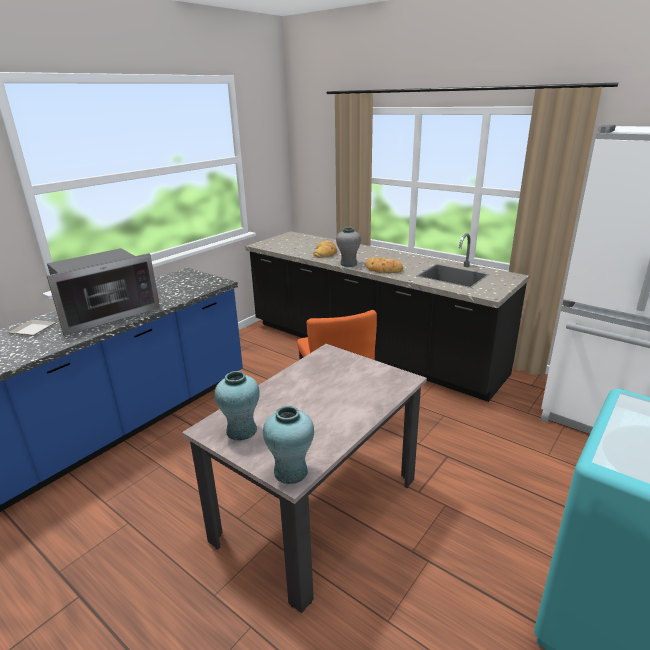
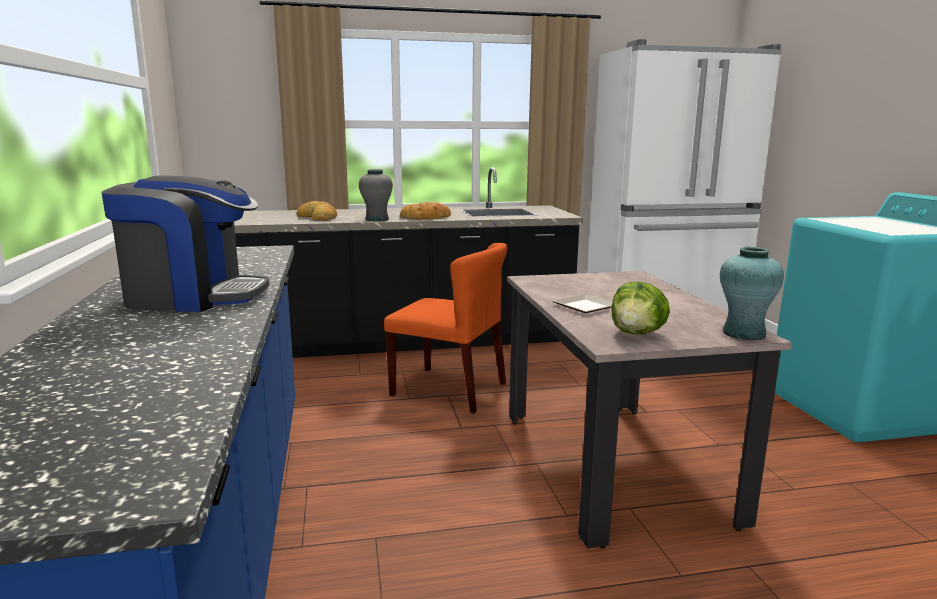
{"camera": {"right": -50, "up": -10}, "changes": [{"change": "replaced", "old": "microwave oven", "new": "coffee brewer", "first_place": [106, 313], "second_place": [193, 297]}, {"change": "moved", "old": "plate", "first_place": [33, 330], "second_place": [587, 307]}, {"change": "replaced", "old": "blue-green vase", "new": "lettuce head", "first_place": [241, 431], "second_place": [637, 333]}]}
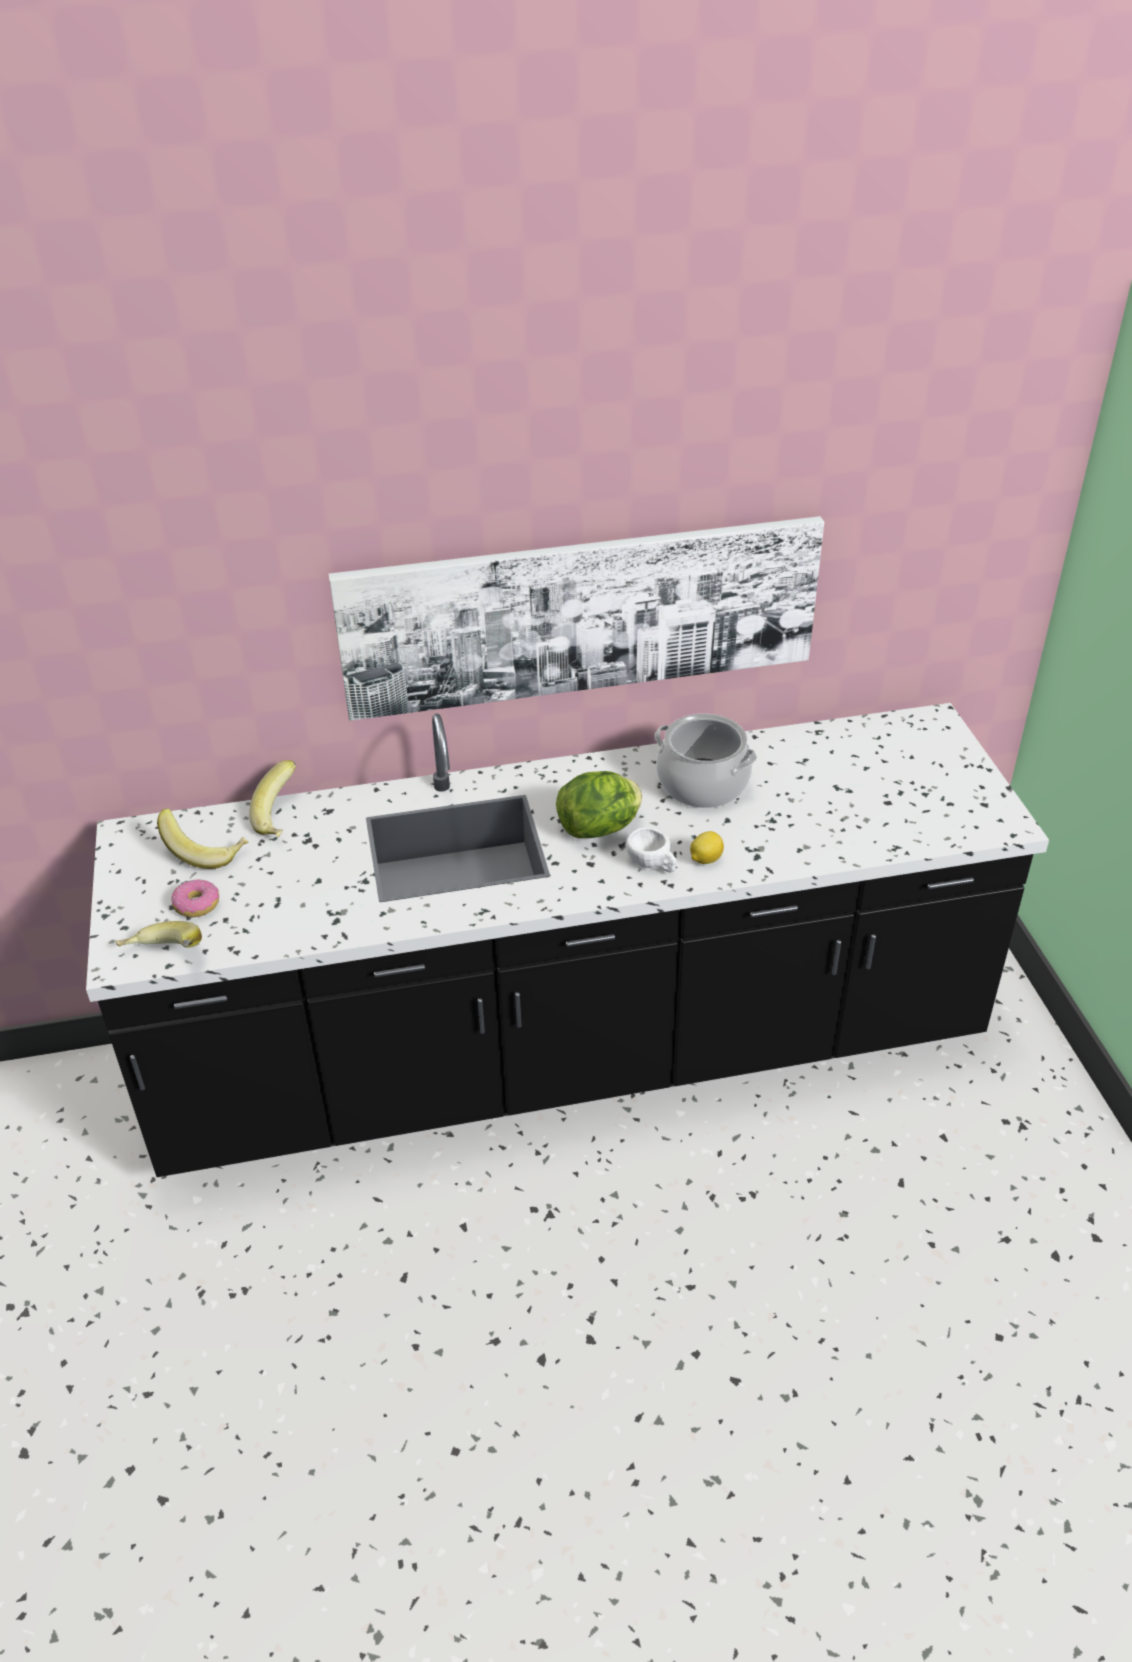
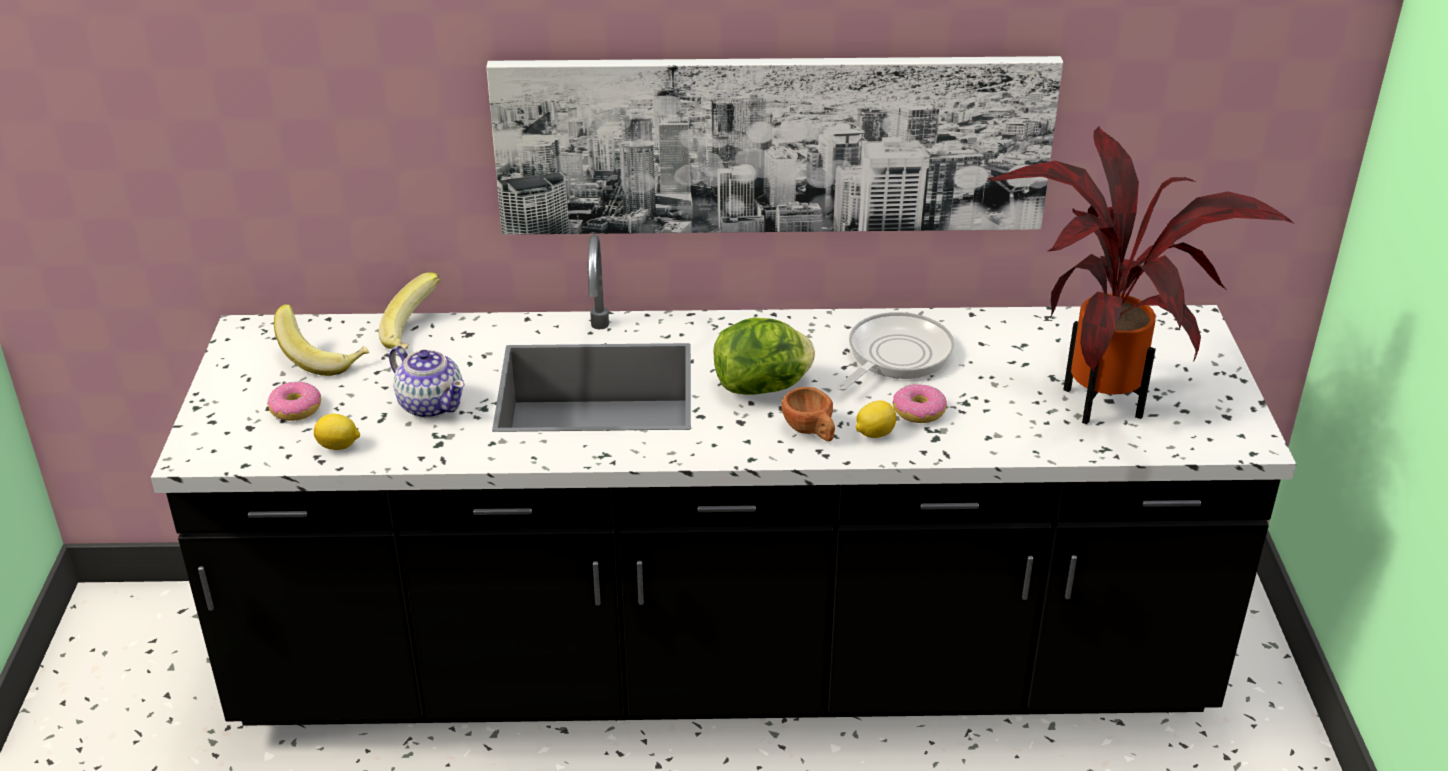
{"camera": {"right": 10, "up": -5}, "changes": [{"change": "added", "new": "citrus fruit", "second_place": [339, 446]}, {"change": "added", "new": "pot for tea", "second_place": [431, 404]}, {"change": "recoloured", "old": "white small cup", "new": "brown-coloured small cup", "first_place": [652, 864], "second_place": [811, 431]}, {"change": "replaced", "old": "saucepot", "new": "frying pan", "first_place": [702, 784], "second_place": [895, 356]}, {"change": "added", "new": "donut", "second_place": [919, 411]}, {"change": "added", "new": "plant in a pot", "second_place": [1104, 397]}, {"change": "removed", "old": "banana fruit", "first_place": [163, 957]}]}
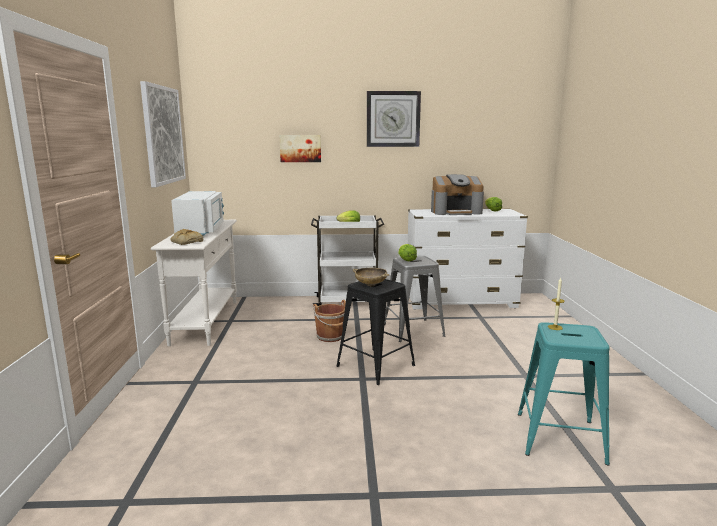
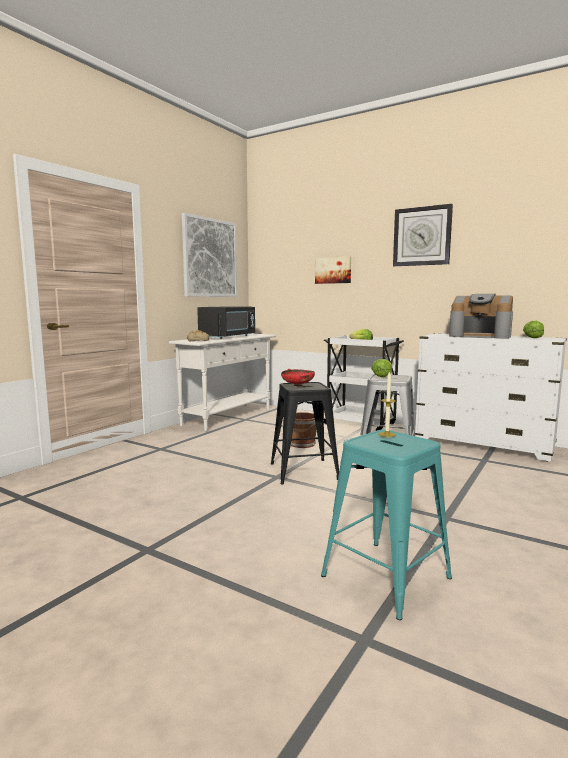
{"camera": {"right": 35, "up": -5}, "changes": [{"change": "recoloured", "old": "white microwave oven", "new": "black microwave oven", "first_place": [201, 230], "second_place": [229, 337]}, {"change": "recoloured", "old": "beige-coloured serving bowl", "new": "red serving bowl", "first_place": [370, 285], "second_place": [297, 385]}]}
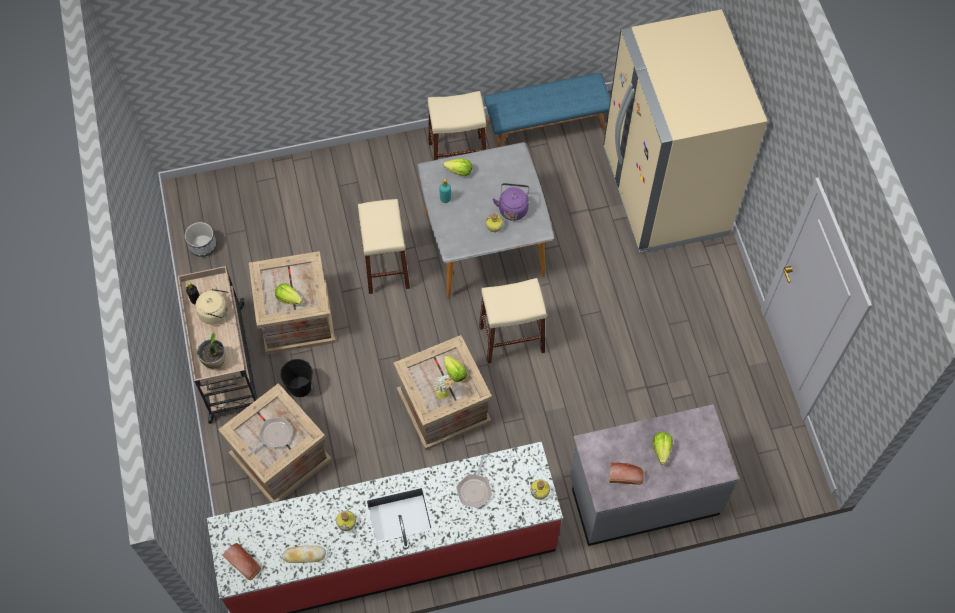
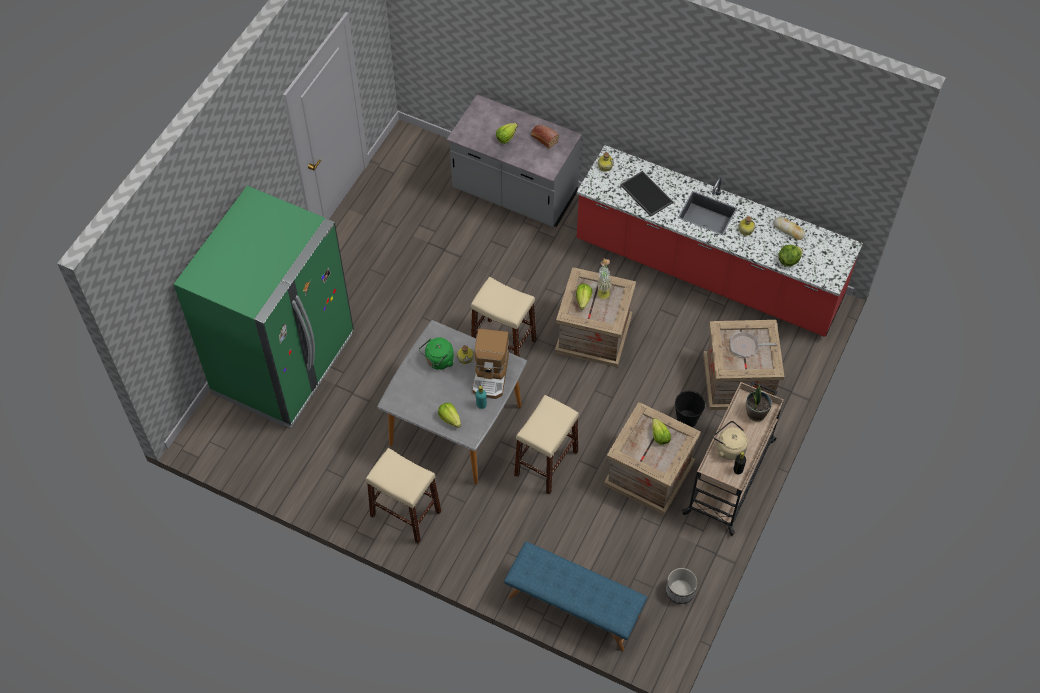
{"camera": {"right": -140, "up": -5}, "changes": [{"change": "recoloured", "old": "beige-coloured kitchen fridge", "new": "green kitchen fridge", "first_place": [664, 193], "second_place": [284, 364]}, {"change": "recoloured", "old": "purple tea kettle", "new": "green tea kettle", "first_place": [513, 208], "second_place": [438, 361]}, {"change": "added", "new": "coffee brewer", "second_place": [491, 375]}, {"change": "moved", "old": "blue-coloured indoor bench", "first_place": [546, 125], "second_place": [573, 607]}, {"change": "replaced", "old": "frying pan", "new": "carrying tray", "first_place": [475, 489], "second_place": [645, 194]}, {"change": "added", "new": "lettuce head", "second_place": [788, 260]}, {"change": "removed", "old": "bread", "first_place": [244, 565]}]}
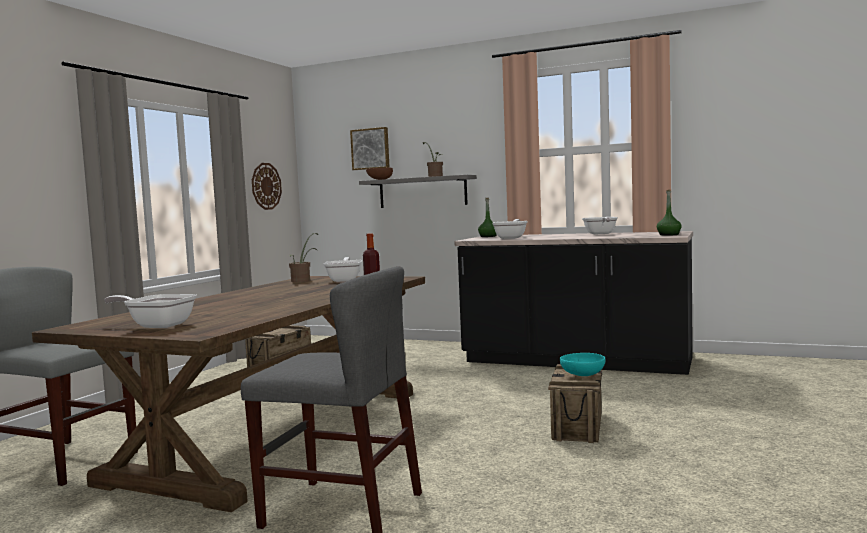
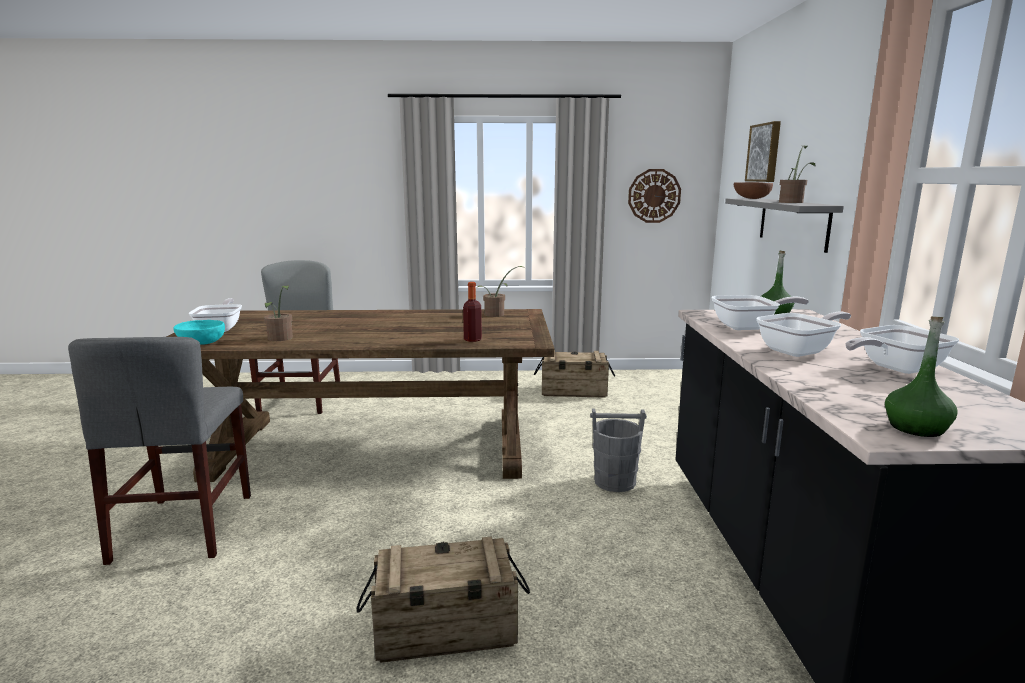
{"camera": {"right": 65, "up": 10}, "changes": [{"change": "moved", "old": "blue-green serving bowl", "first_place": [582, 376], "second_place": [201, 343]}, {"change": "added", "new": "plant in a pot", "second_place": [280, 339]}, {"change": "added", "new": "grey pail", "second_place": [615, 481]}, {"change": "moved", "old": "frying pan", "first_place": [345, 280], "second_place": [800, 351]}]}
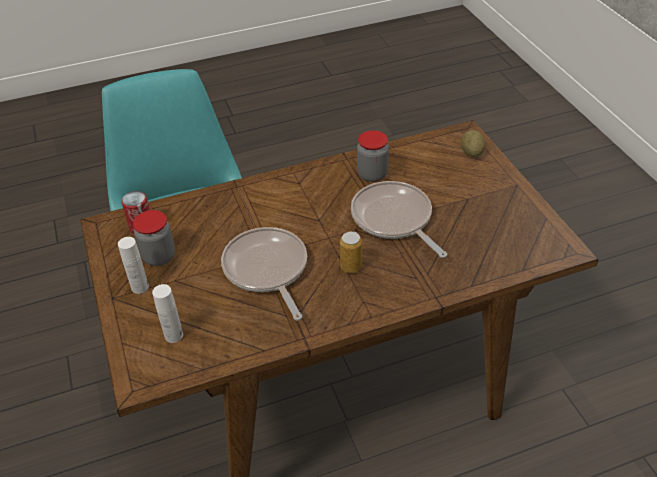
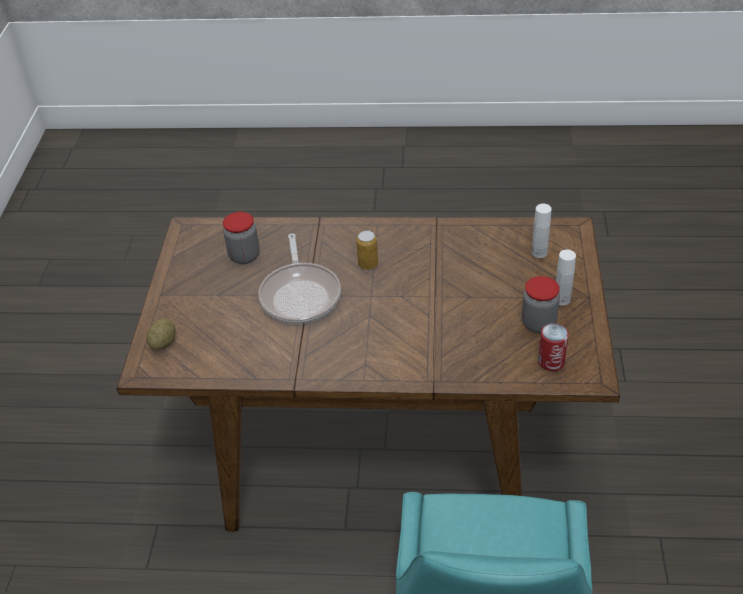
{"camera": {"right": -155, "up": 0}, "changes": [{"change": "moved", "old": "storage jar", "first_place": [372, 174], "second_place": [244, 256]}, {"change": "removed", "old": "frying pan", "first_place": [267, 270]}]}
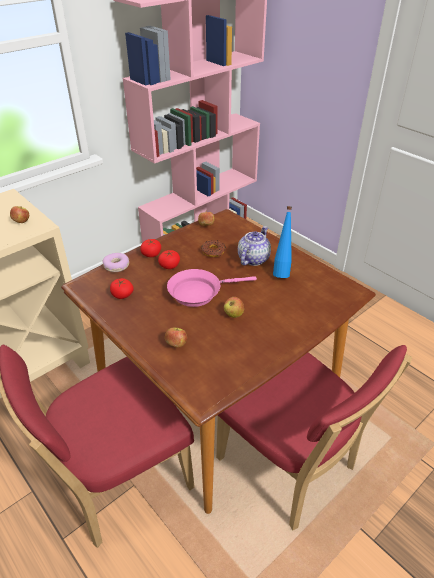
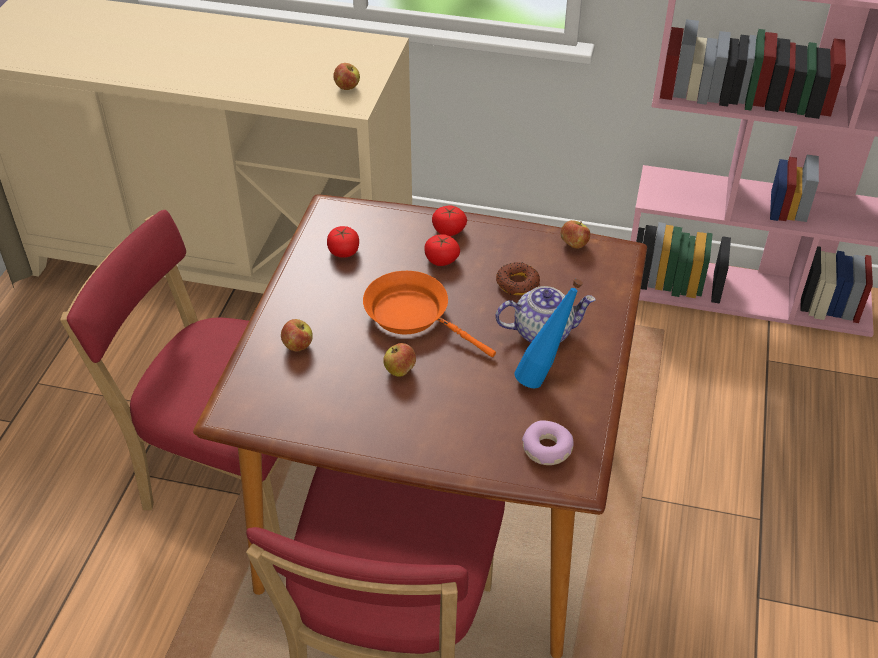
{"camera": {"right": 55, "up": 5}, "changes": [{"change": "recoloured", "old": "pinkish frying pan", "new": "orange-coloured frying pan", "first_place": [199, 292], "second_place": [413, 315]}, {"change": "moved", "old": "donut", "first_place": [116, 266], "second_place": [546, 449]}]}
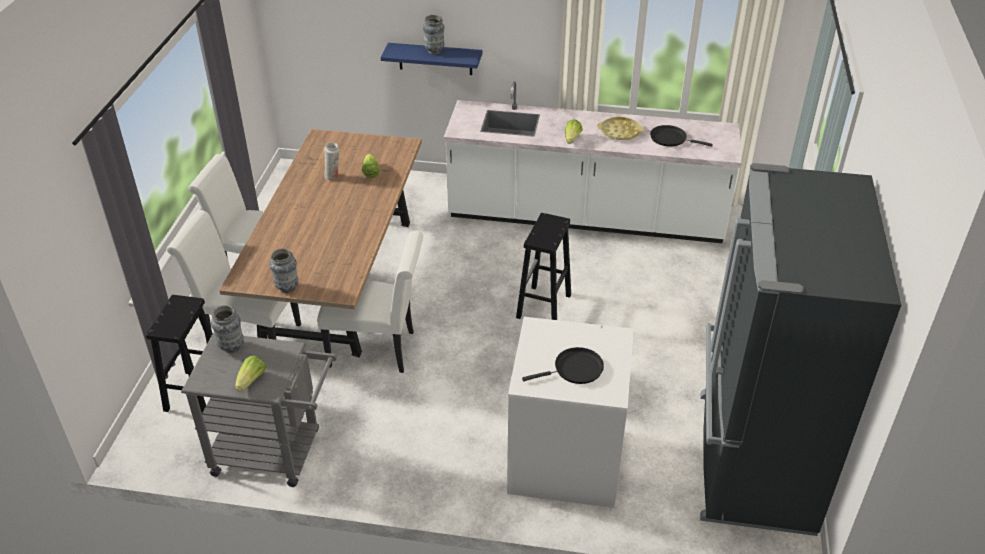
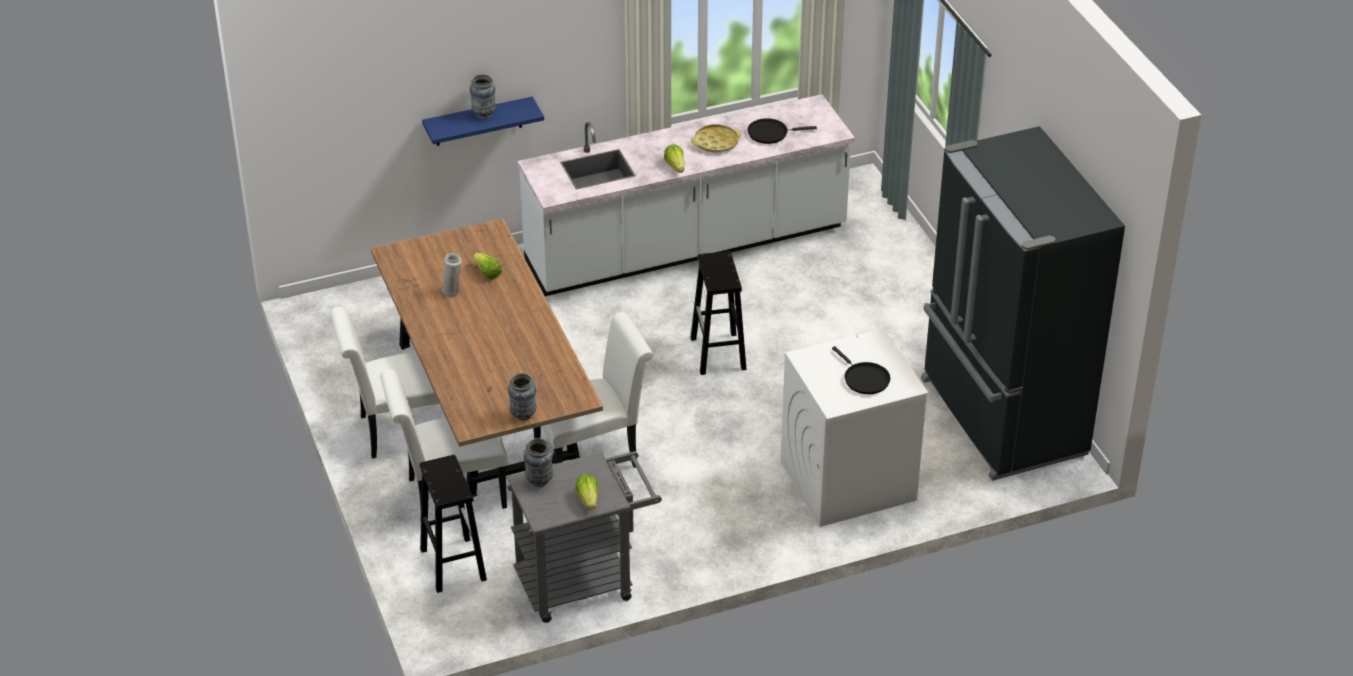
{"camera": {"right": -30, "up": 0}, "changes": [{"change": "turned", "old": "black frying pan", "first_place": [575, 369], "second_place": [864, 379], "degrees": 105}]}
